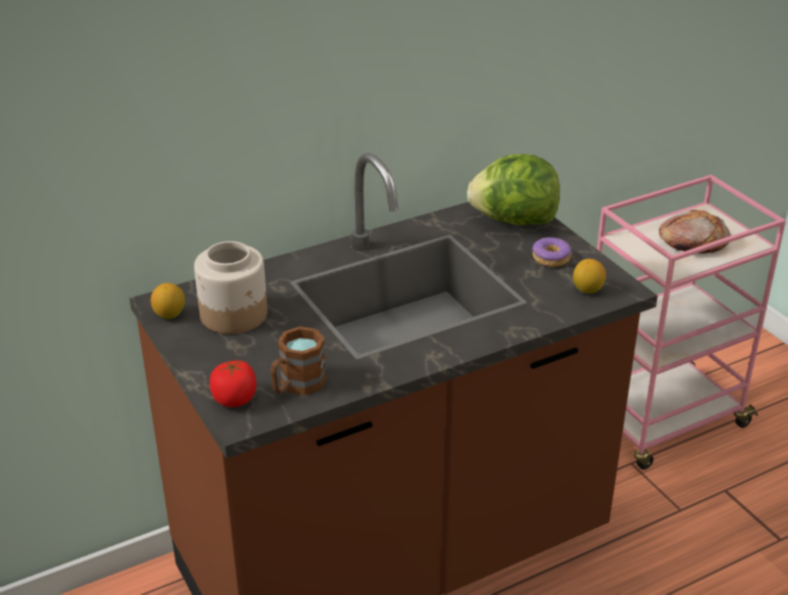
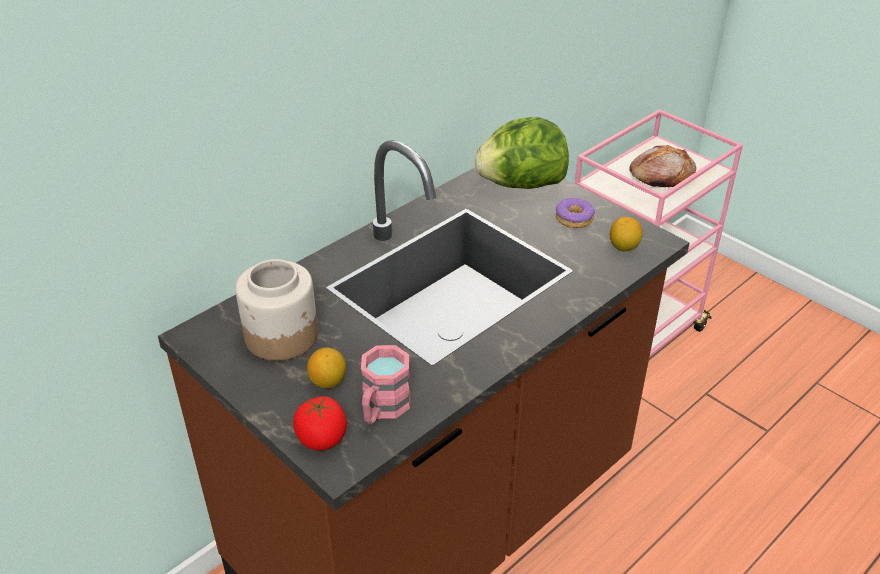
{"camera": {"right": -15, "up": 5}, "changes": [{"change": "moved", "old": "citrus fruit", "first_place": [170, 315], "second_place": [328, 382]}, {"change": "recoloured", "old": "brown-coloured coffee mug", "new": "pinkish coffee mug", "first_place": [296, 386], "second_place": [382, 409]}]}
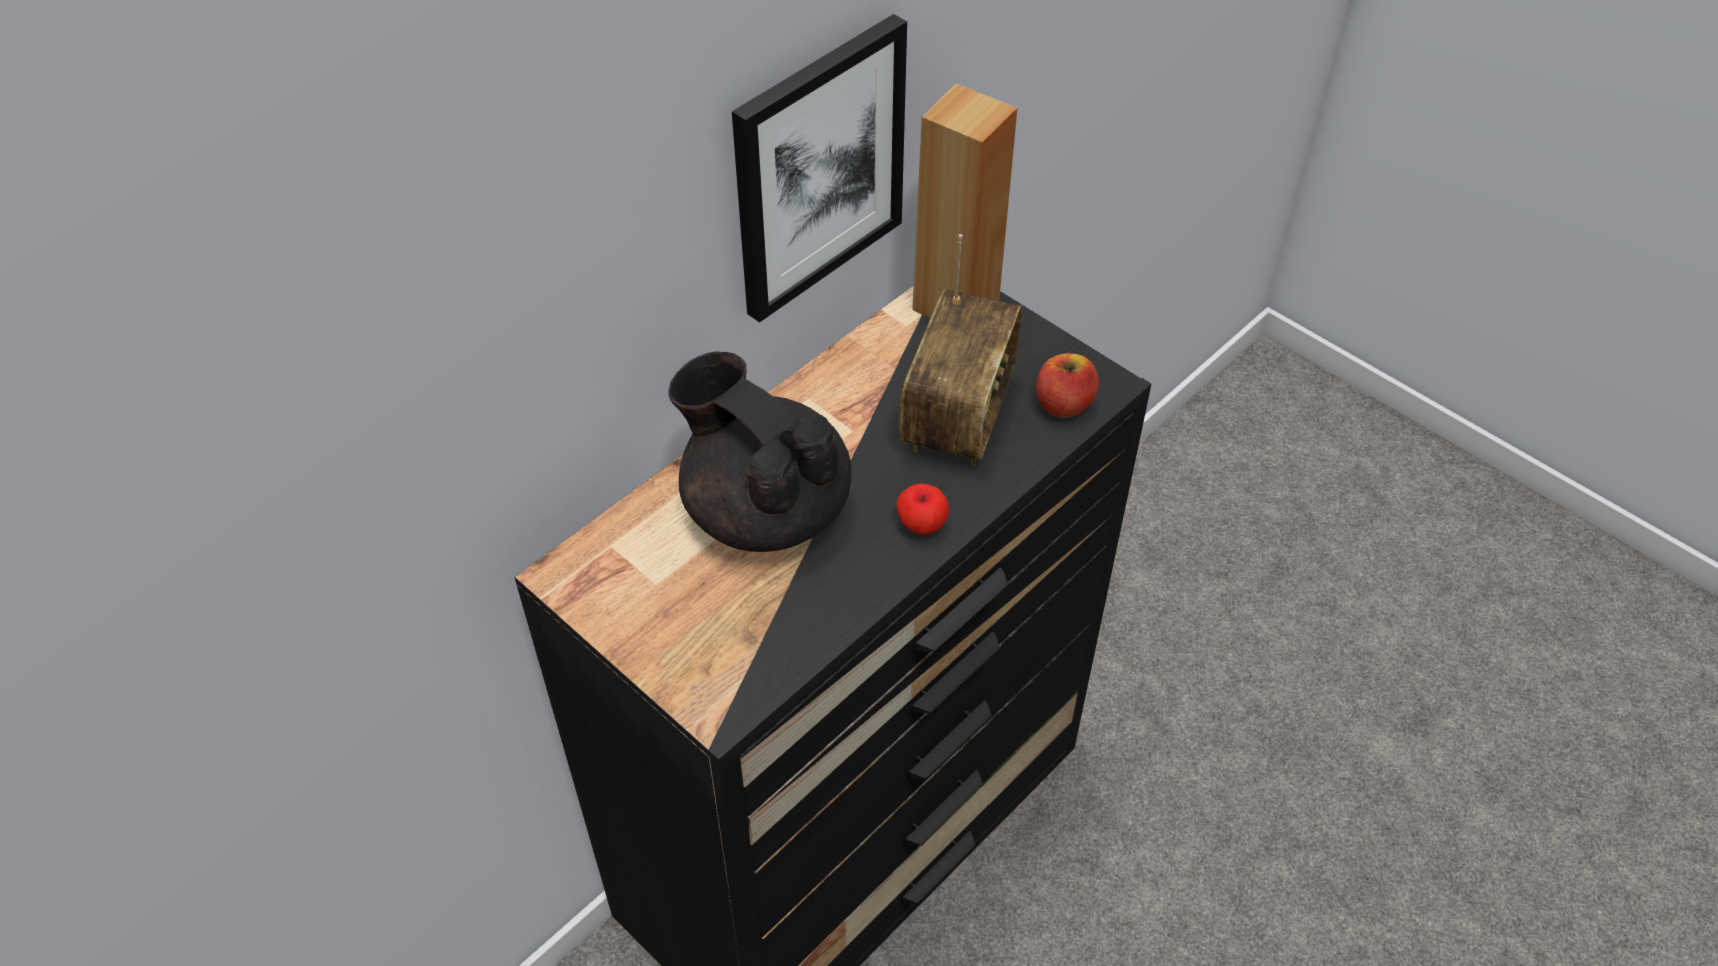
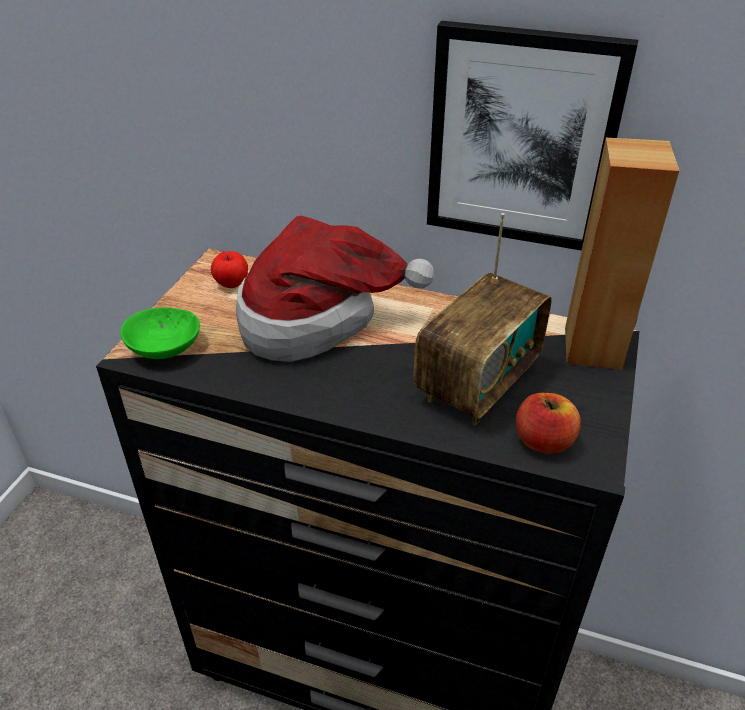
{"camera": {"right": 65, "up": -10}, "changes": [{"change": "added", "new": "green serving bowl", "second_place": [162, 348]}, {"change": "moved", "old": "apple fruit", "first_place": [921, 524], "second_place": [232, 283]}, {"change": "replaced", "old": "black pot for tea", "new": "clothing hat", "first_place": [765, 508], "second_place": [318, 319]}, {"change": "turned", "old": "radio set", "first_place": [957, 415], "second_place": [477, 383], "degrees": -45}]}
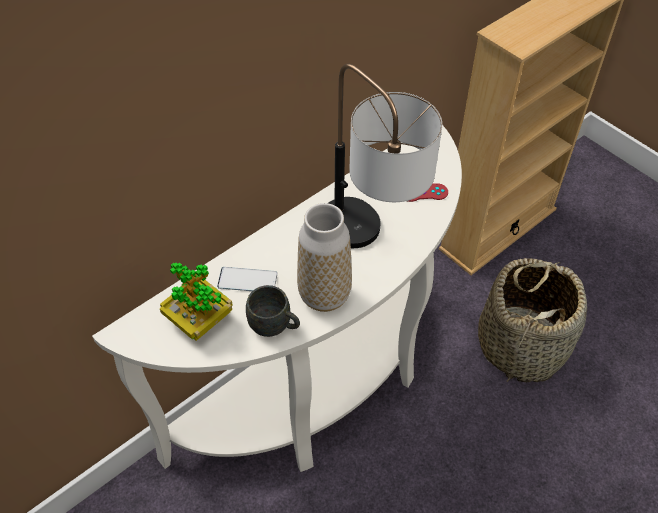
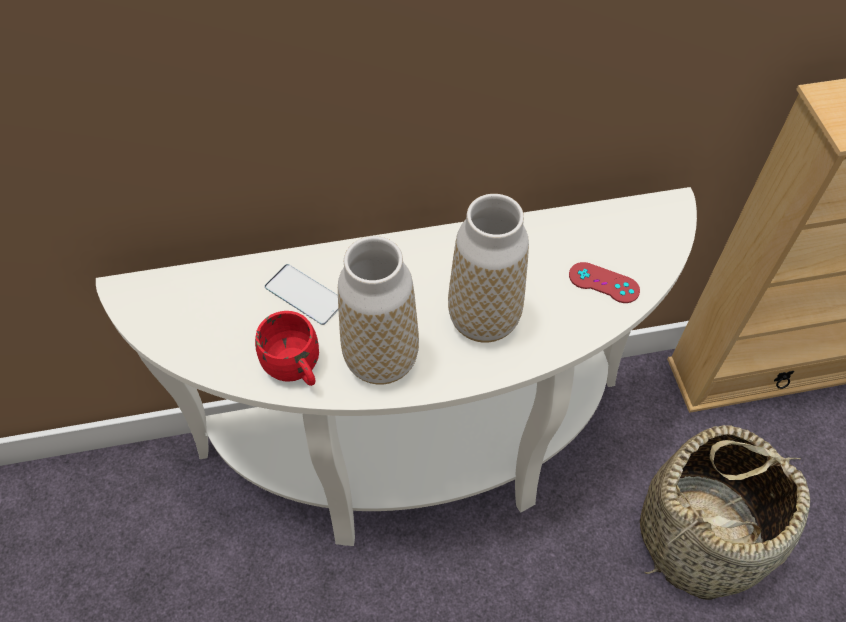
{"camera": {"right": 30, "up": 5}, "changes": [{"change": "recoloured", "old": "grey coffee mug", "new": "red coffee mug", "first_place": [275, 326], "second_place": [296, 368]}, {"change": "replaced", "old": "tabletop lamp", "new": "vase", "first_place": [369, 244], "second_place": [483, 319]}, {"change": "removed", "old": "plant in a pot", "first_place": [199, 319]}]}
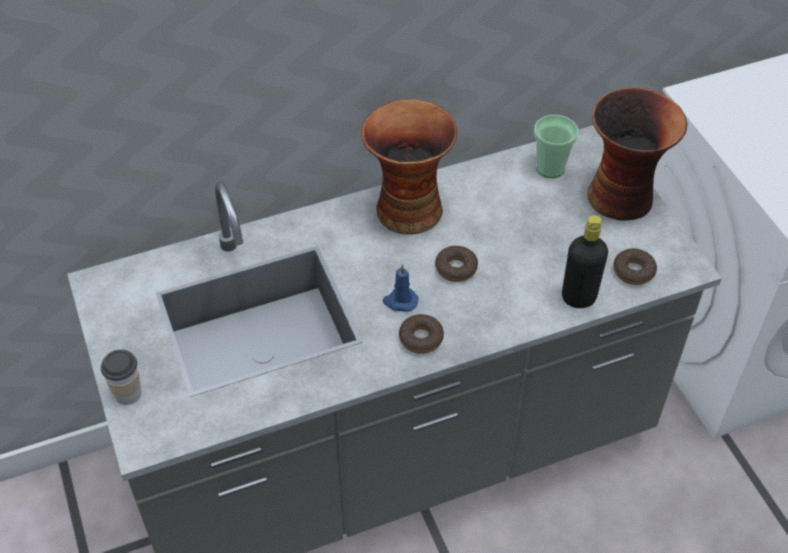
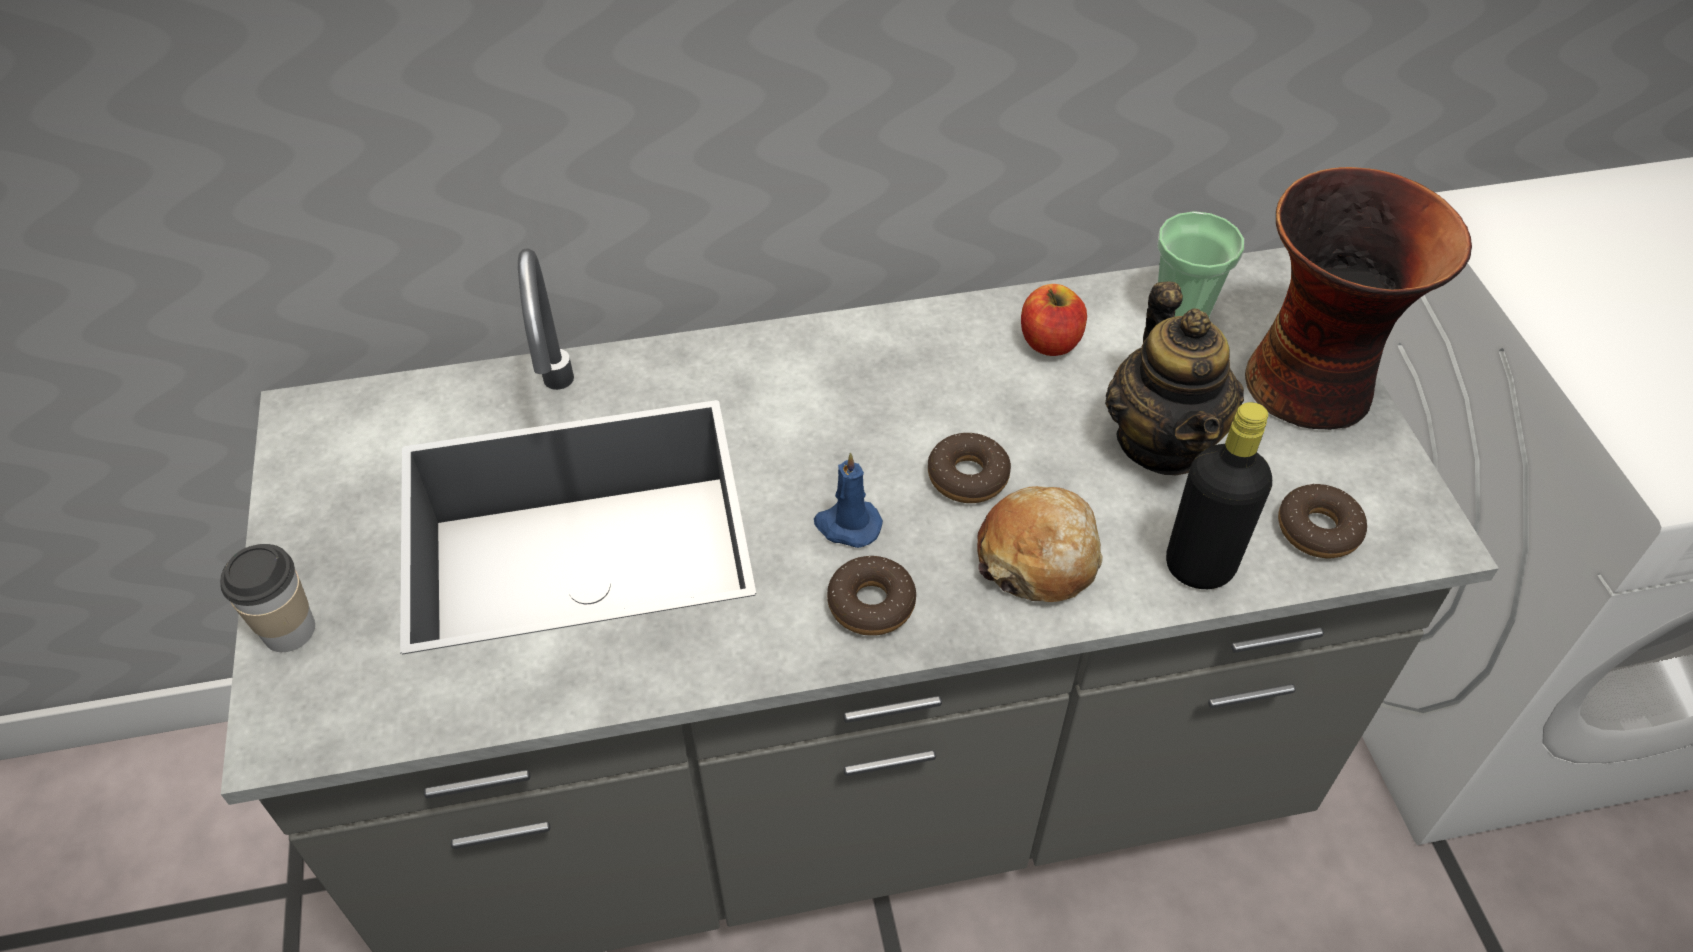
{"camera": {"right": 10, "up": 0}, "changes": [{"change": "added", "new": "bread", "second_place": [1039, 557]}, {"change": "added", "new": "apple fruit", "second_place": [1050, 342]}, {"change": "added", "new": "pot for tea", "second_place": [1162, 442]}, {"change": "removed", "old": "vase", "first_place": [407, 209]}]}
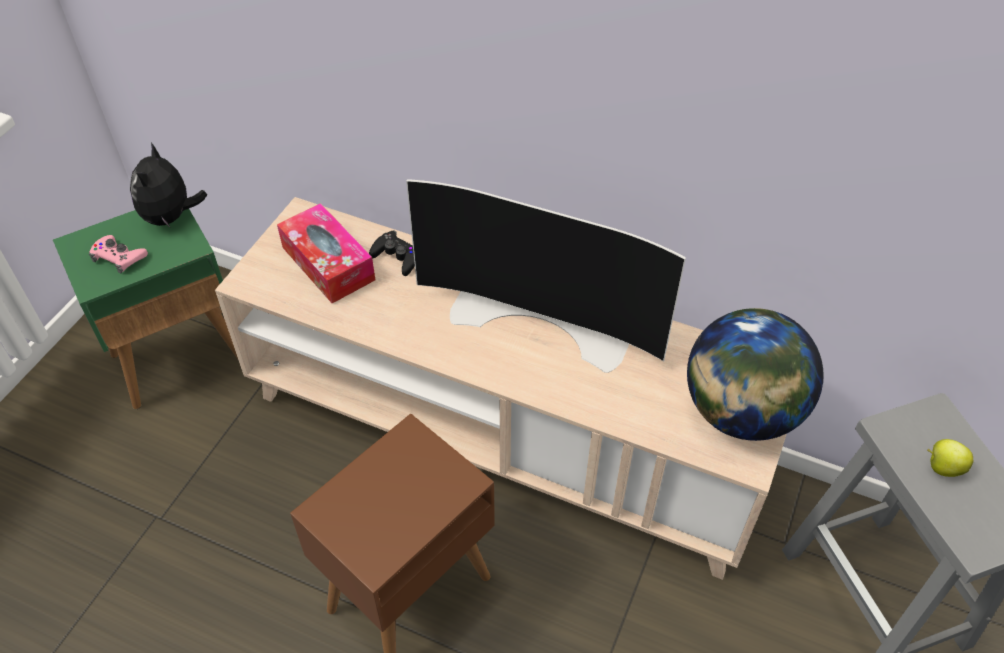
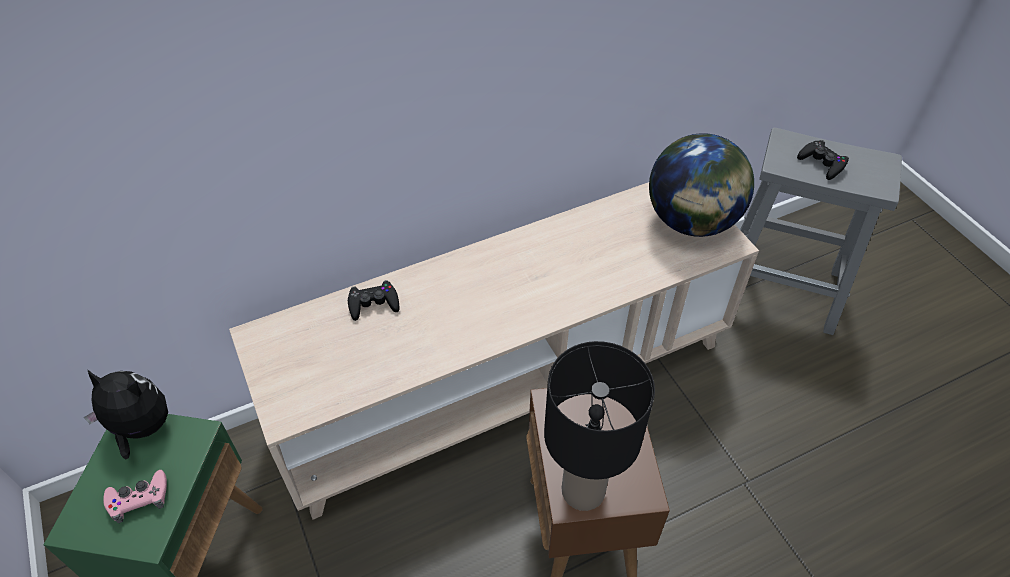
{"camera": {"right": -50, "up": 0}, "changes": [{"change": "turned", "old": "cuddly toy", "first_place": [171, 217], "second_place": [140, 429], "degrees": 150}, {"change": "added", "new": "black tabletop lamp", "second_place": [582, 489]}, {"change": "replaced", "old": "apple fruit", "new": "black game controller", "first_place": [942, 467], "second_place": [822, 163]}, {"change": "removed", "old": "tissue box", "first_place": [328, 263]}, {"change": "removed", "old": "TV", "first_place": [543, 318]}]}
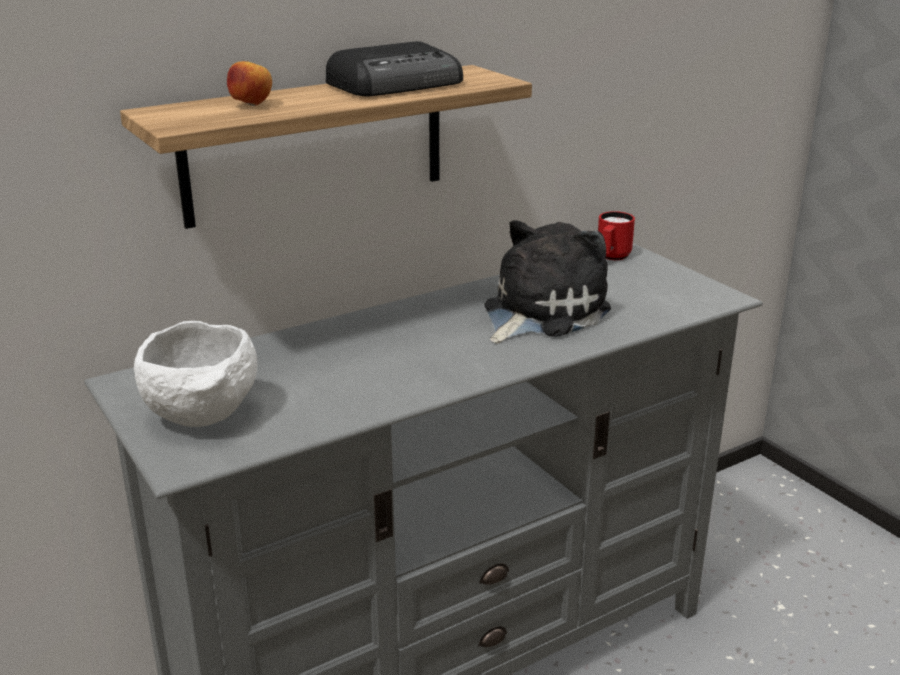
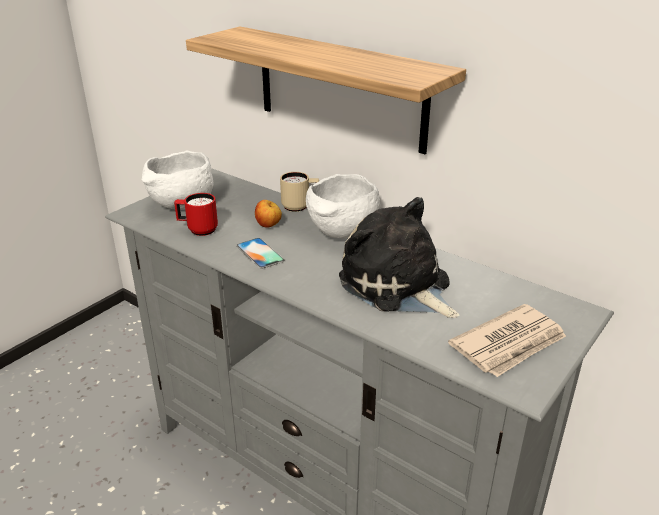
{"camera": {"right": 70, "up": 5}, "changes": [{"change": "moved", "old": "red coffee mug", "first_place": [611, 257], "second_place": [198, 230]}, {"change": "added", "new": "phone", "second_place": [260, 253]}, {"change": "moved", "old": "apple fruit", "first_place": [252, 105], "second_place": [268, 226]}, {"change": "added", "new": "beige-coloured coffee mug", "second_place": [300, 207]}, {"change": "added", "new": "white serving bowl", "second_place": [342, 233]}, {"change": "turned", "old": "cuddly toy", "first_place": [540, 312], "second_place": [398, 286], "degrees": -150}, {"change": "added", "new": "daily paper", "second_place": [510, 344]}, {"change": "removed", "old": "radio set", "first_place": [398, 84]}]}
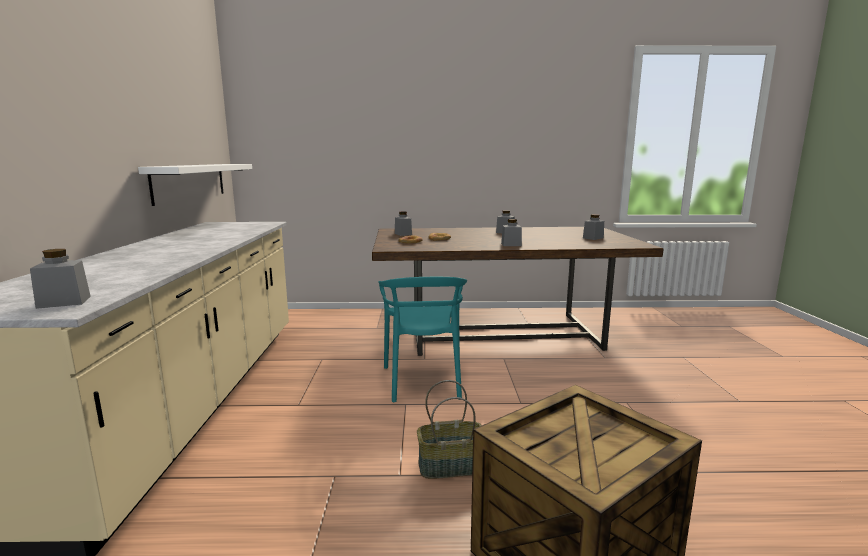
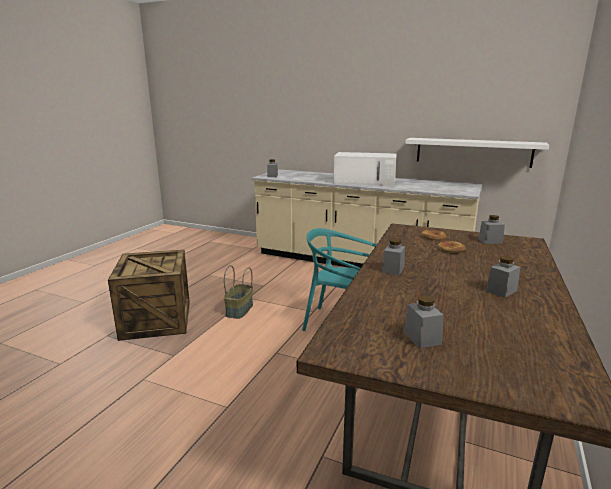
{"camera": {"right": 115, "up": 5}, "changes": [{"change": "added", "new": "white microwave oven", "second_place": [365, 181]}]}
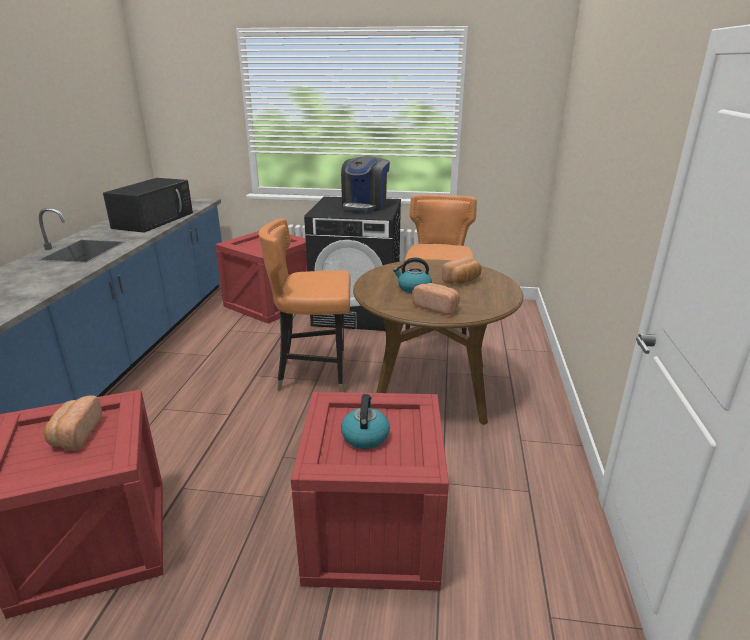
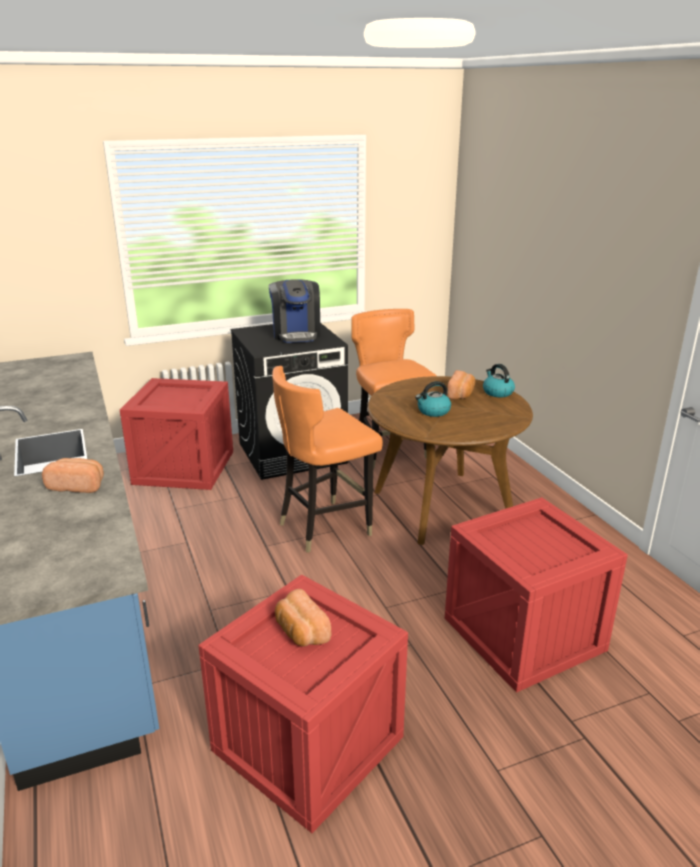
{"camera": {"right": -30, "up": 0}, "changes": [{"change": "moved", "old": "bread", "first_place": [437, 307], "second_place": [78, 485]}, {"change": "moved", "old": "tea kettle", "first_place": [365, 436], "second_place": [497, 392]}, {"change": "removed", "old": "black microwave oven", "first_place": [154, 220]}]}
